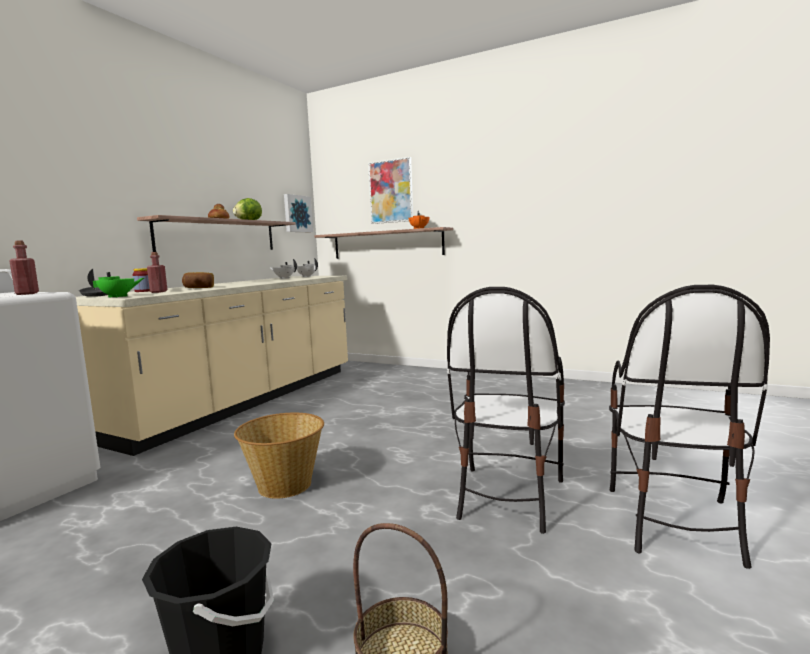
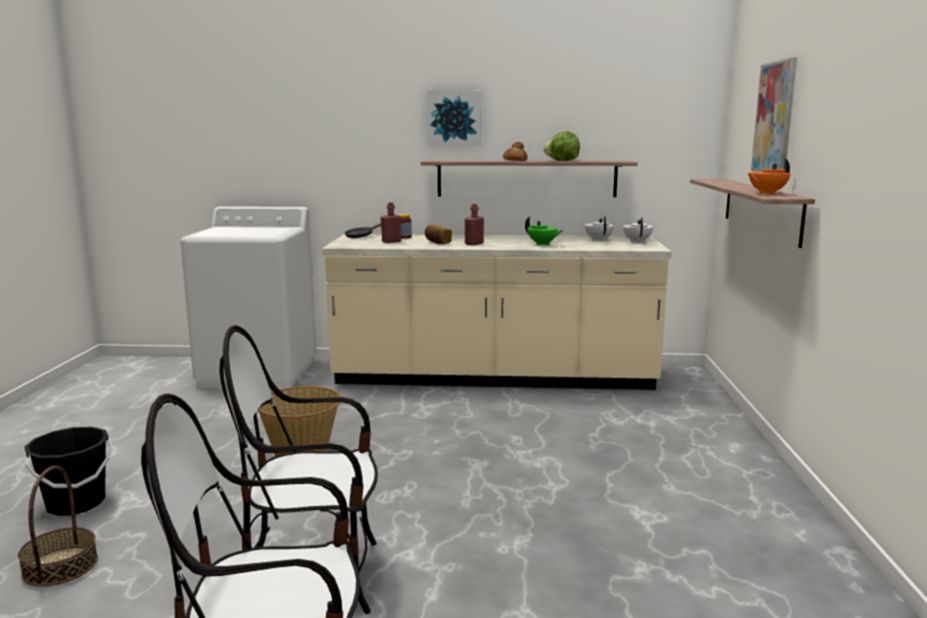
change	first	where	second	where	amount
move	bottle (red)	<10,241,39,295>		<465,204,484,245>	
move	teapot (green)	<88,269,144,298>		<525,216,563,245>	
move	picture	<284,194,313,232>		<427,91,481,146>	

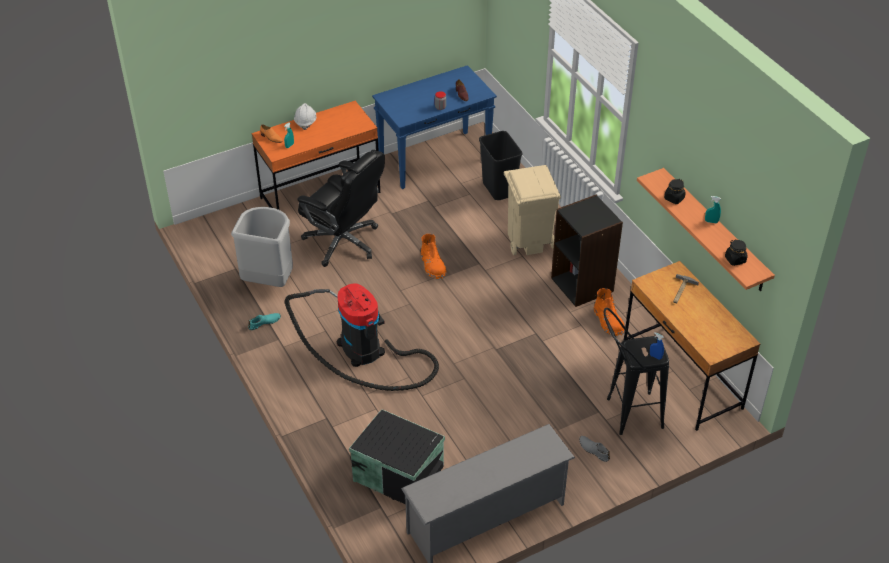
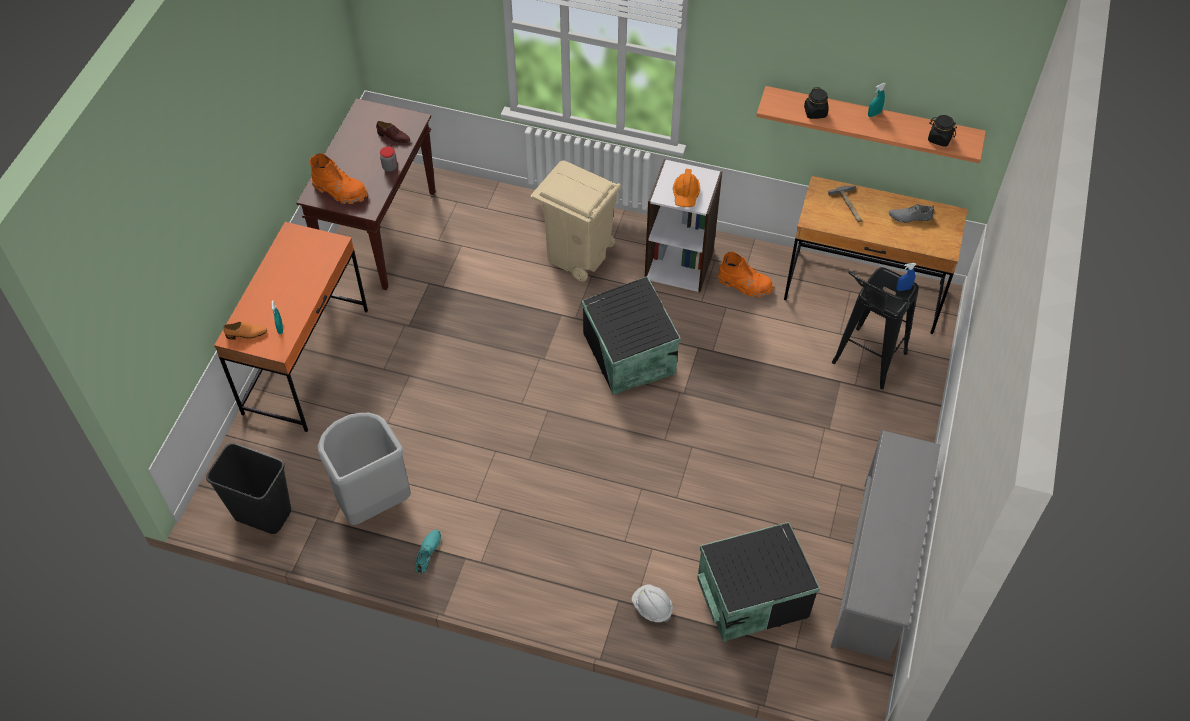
change	first	where	second	where	amount
delete	vacuum cleaner	<285,283,439,391>			
delete	office chair (black)	<297,150,385,267>			
insert			storage box (black)	<582,276,681,395>	
insert			hard hat (orange)	<673,169,700,207>	
move	hard hat (white)	<294,103,316,130>		<632,584,673,623>	
move	boot (orange)	<421,234,446,280>		<310,153,368,204>	
move	trash can (black)	<479,131,522,200>		<206,443,291,534>	
move	shoe (grey)	<579,436,610,462>		<889,204,934,223>	
recolor	console table (blue)	<372,65,497,189>	console table (brown)	<296,98,436,290>	
recolor	bookcase (black)	<551,195,623,307>	bookcase (white)	<645,159,722,292>	

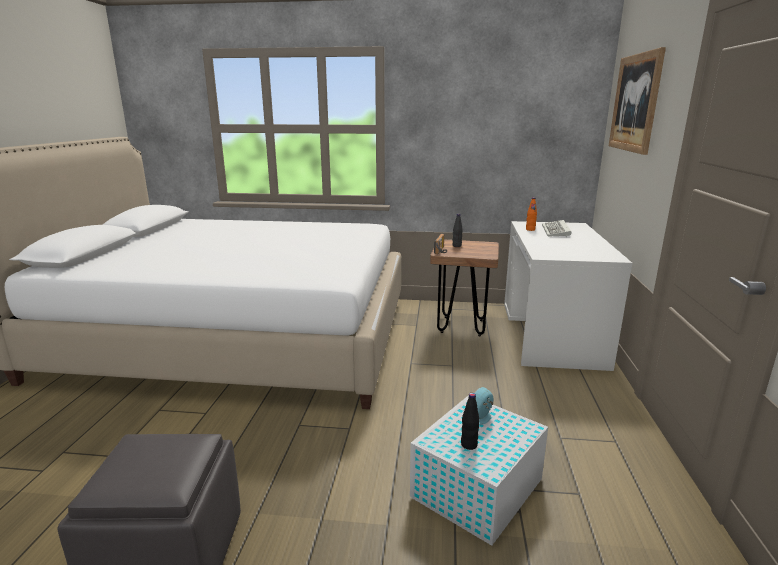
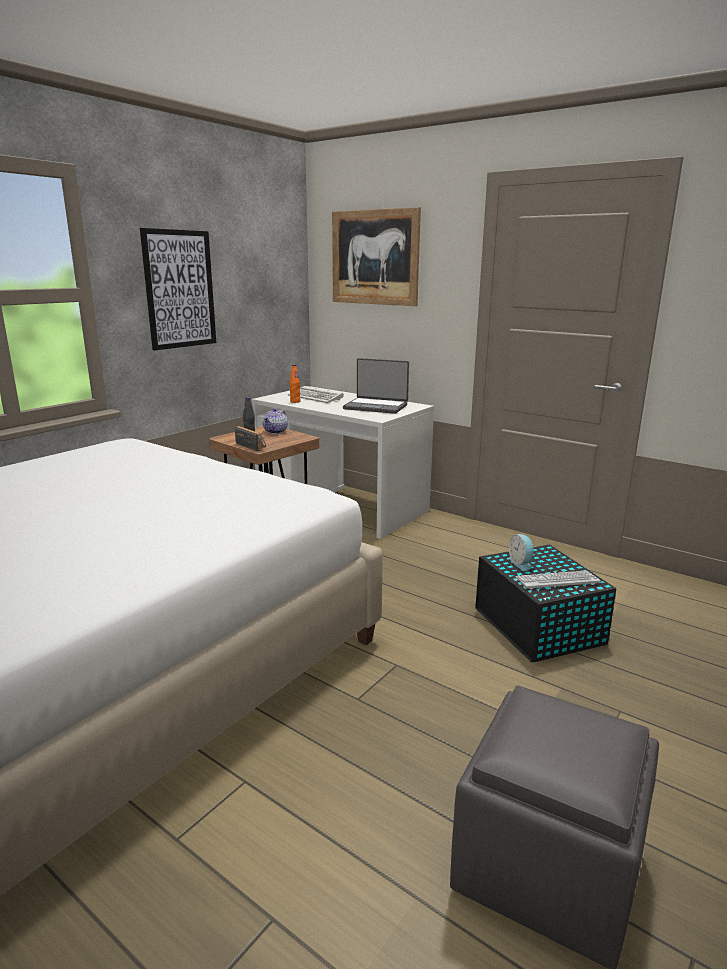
change	first	where	second	where	amount
insert			picture	<140,228,216,351>	
insert			teapot	<263,408,288,434>	
insert			laptop	<343,358,409,414>	
replace	bottle (black)	<461,393,480,450>	keyboard	<515,571,601,589>	
recolor	storage box (white)	<410,395,548,545>	storage box (black)	<475,545,616,662>	

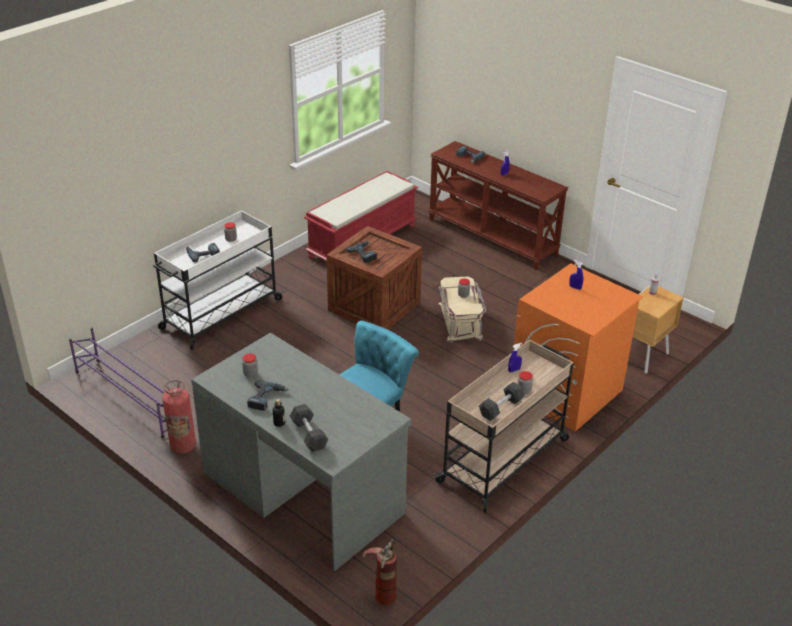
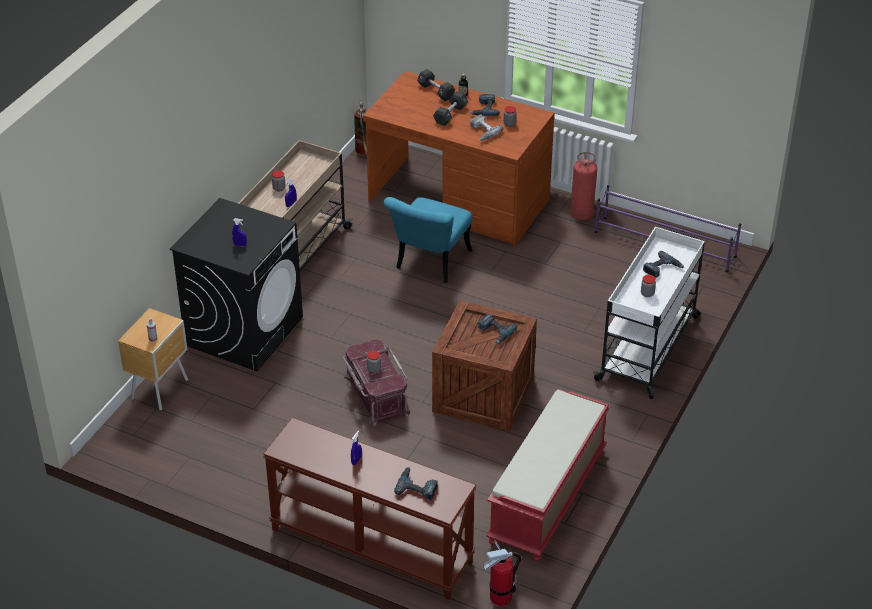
change	first	where	second	where	amount
insert			power drill	<470,114,504,141>	
insert			fire extinguisher	<483,540,522,606>	
move	dumbbell (black)	<479,382,525,421>		<433,91,468,126>	
recolor	desk (grey)	<191,333,411,571>	desk (brown)	<363,71,555,247>	
recolor	storage box (beige)	<438,277,486,343>	storage box (red)	<343,339,410,426>	
recolor	washing machine (orange)	<513,264,643,432>	washing machine (black)	<170,198,303,371>	

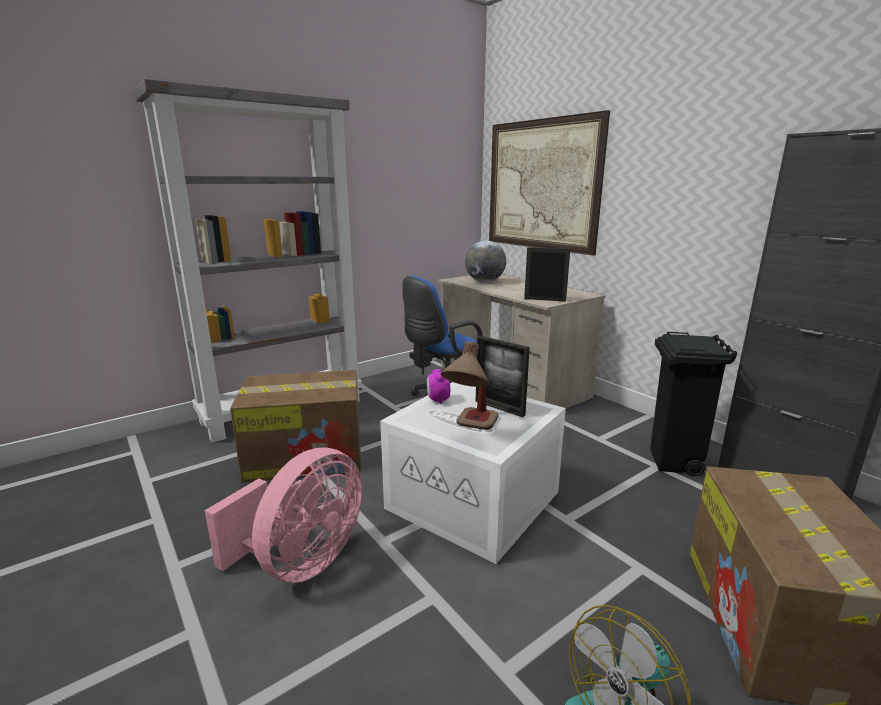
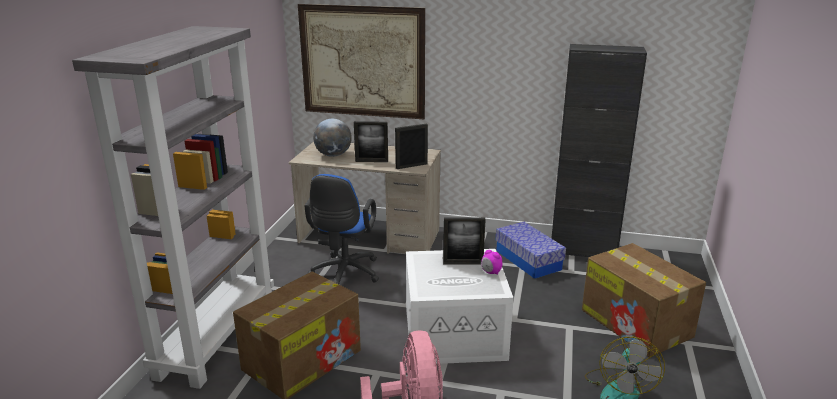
change	first	where	second	where	amount
delete	table lamp	<441,341,499,430>			
insert			picture frame	<354,121,388,162>	
move	alarm clock	<427,369,450,404>		<481,250,503,275>	
replace	trash can (black)	<650,332,737,476>	storage box	<496,222,566,279>	

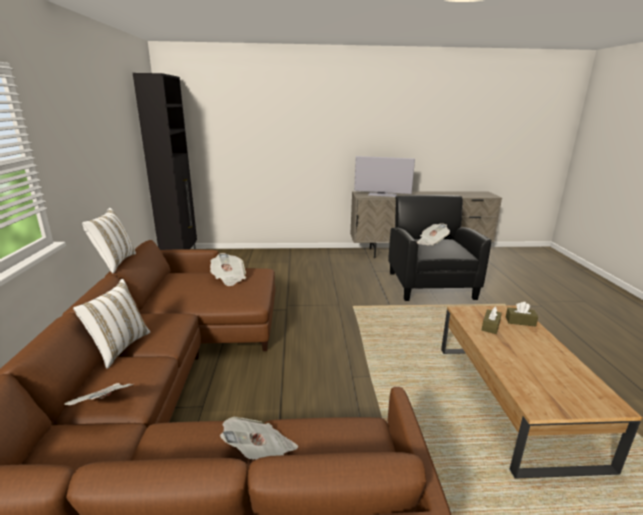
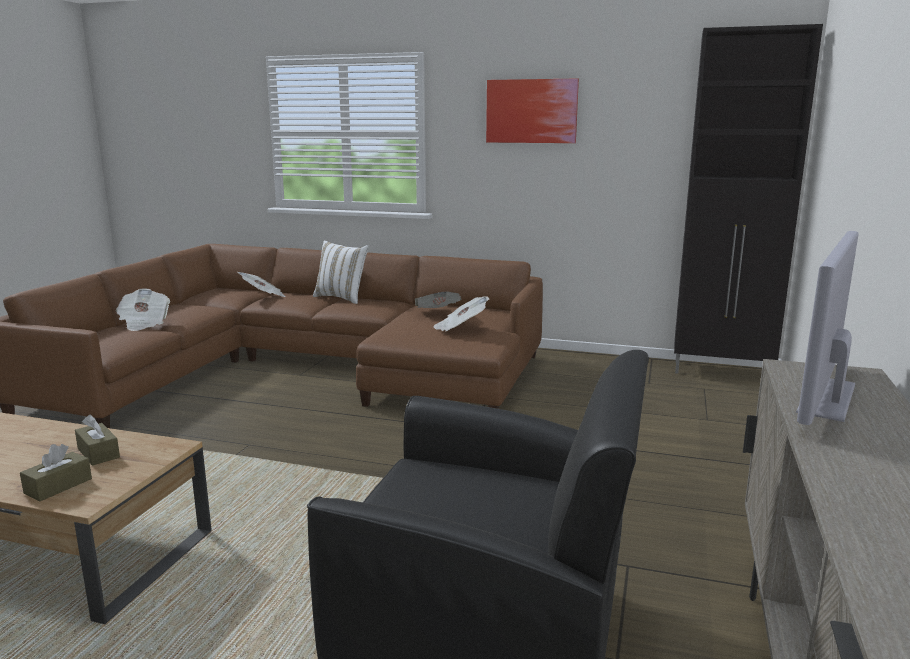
change	first	where	second	where	amount
delete	pillow (white)	<82,208,136,273>			
insert			picture	<486,78,579,143>	
move	newspaper	<417,223,450,246>		<415,291,462,308>	

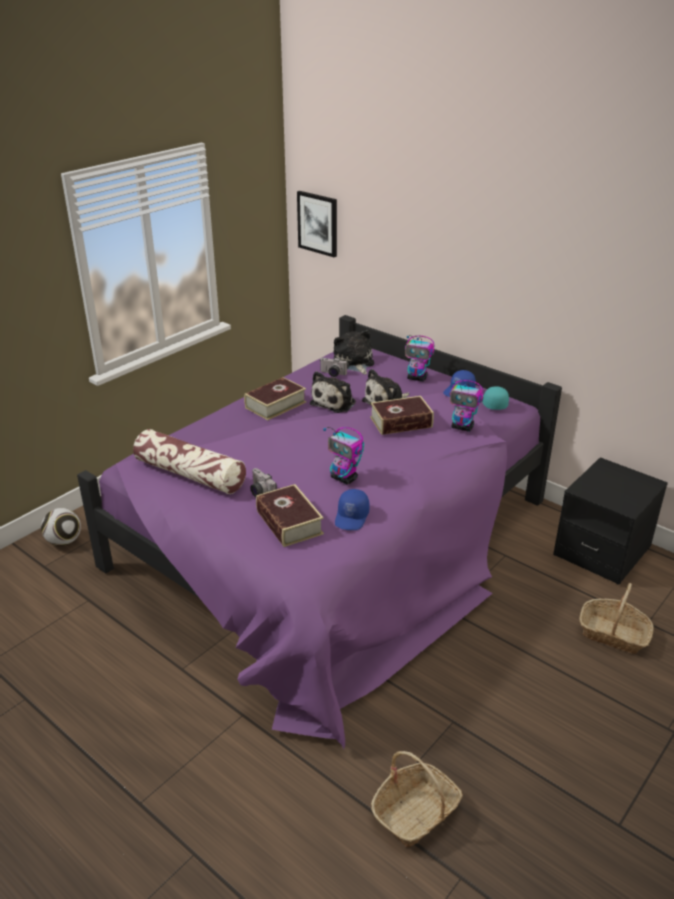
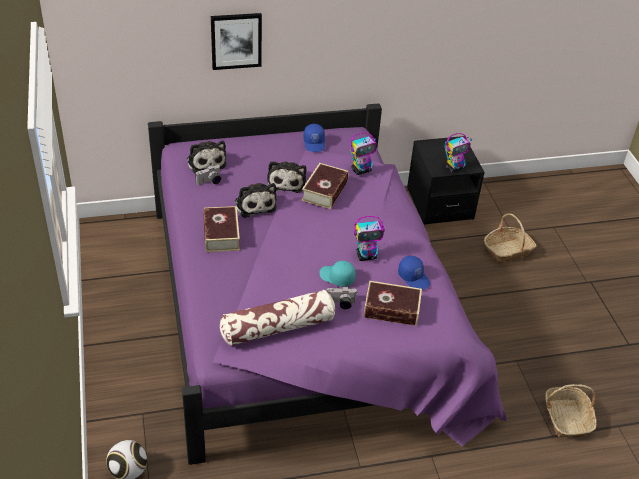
change	first	where	second	where	amount
move	picture	<297,191,337,257>		<211,13,262,70>	
move	toy robot	<405,335,435,382>		<445,133,472,173>	
move	cap (turquoise)	<482,386,509,410>		<320,261,356,287>	
rotate	plush toy	<334,330,374,374>		<187,141,227,174>	135 degrees counterclockwise

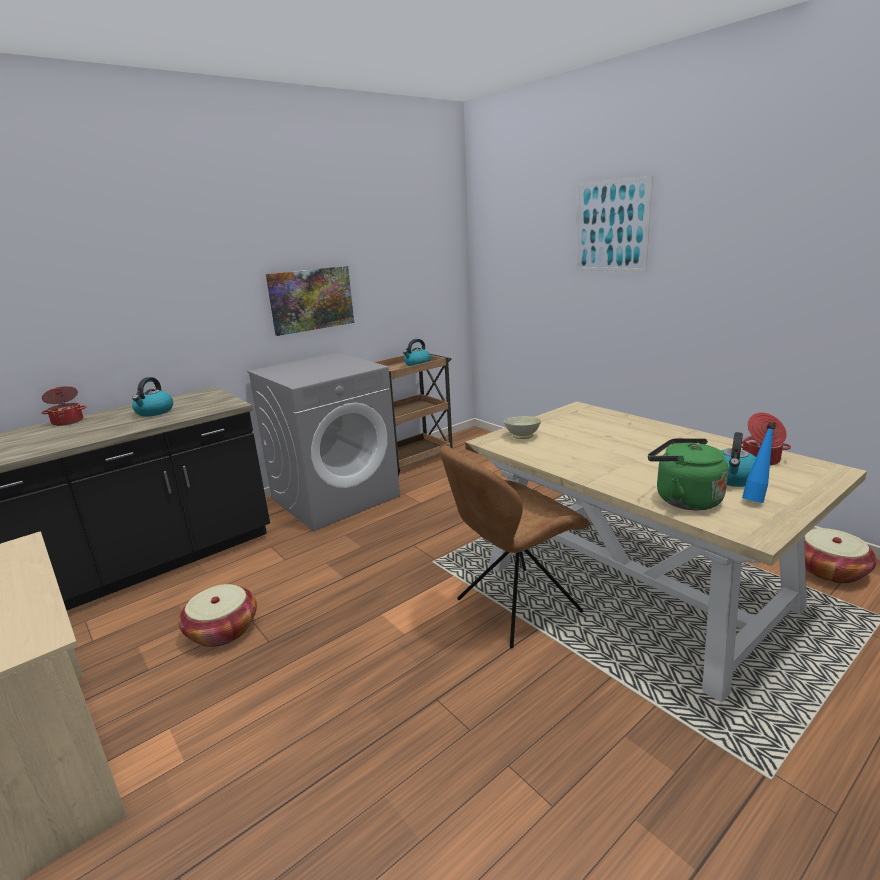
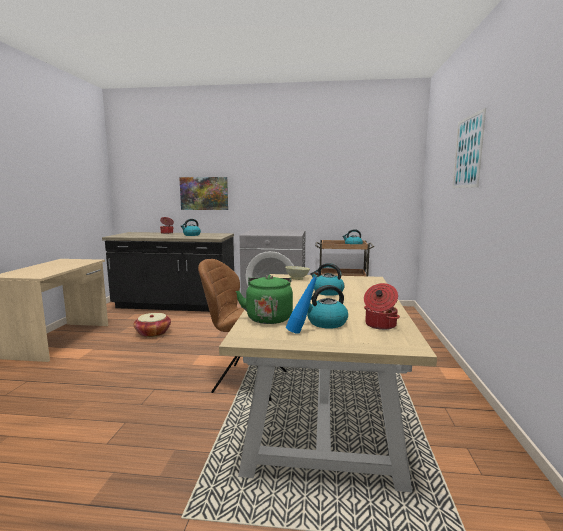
change	first	where	second	where	amount
delete	basket	<804,528,877,583>			
insert			kettle	<310,263,345,296>	
move	picture	<266,266,354,336>		<179,177,228,210>	

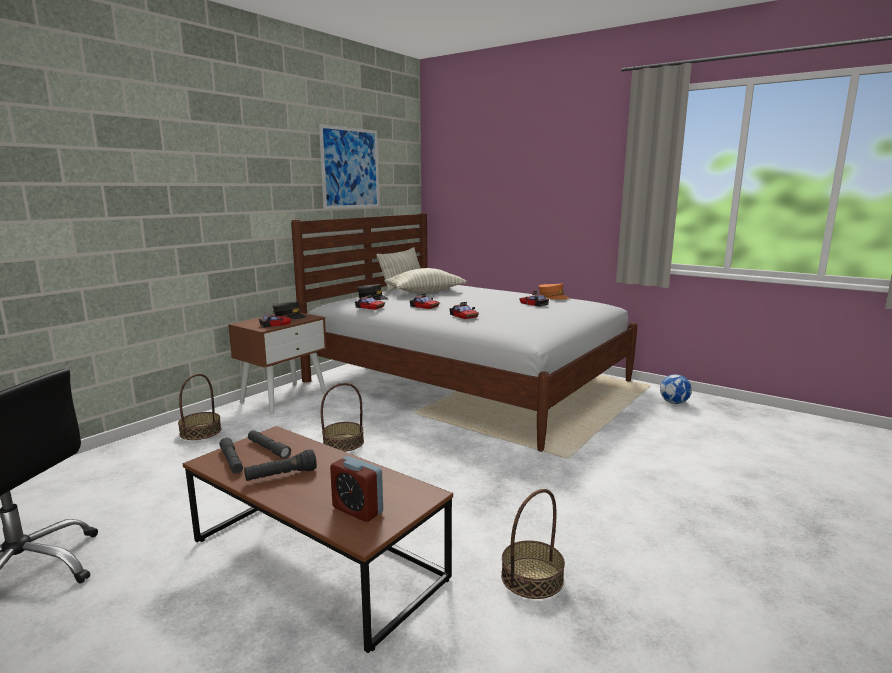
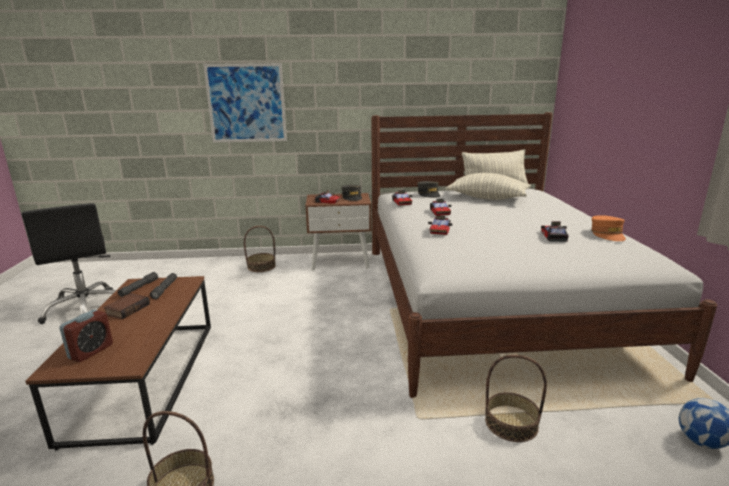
change	first	where	second	where	amount
move	picture	<319,124,379,209>		<203,63,287,143>	
move	basket	<321,383,364,452>		<485,355,547,442>	
replace	flashlight (black)	<244,449,317,481>	book	<103,293,150,319>	
rotate	alarm clock	<330,456,383,522>		<59,310,113,362>	150 degrees counterclockwise

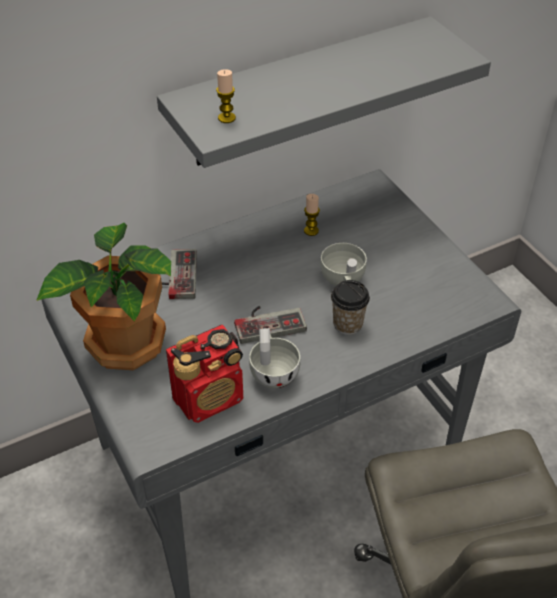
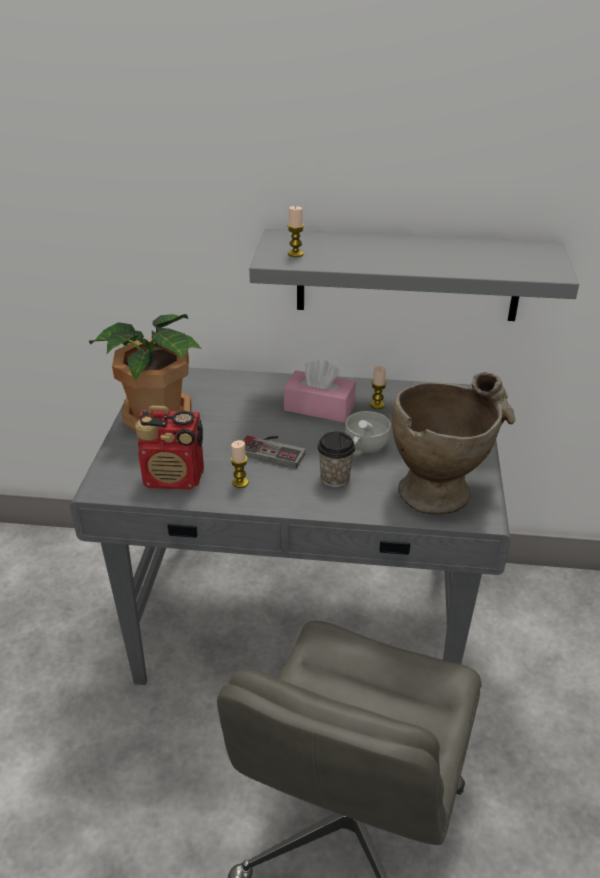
change	first	where	second	where	amount
delete	game controller	<162,249,197,299>			
insert			tissue box (pink)	<284,359,356,423>	
insert			vase (beige)	<392,372,515,514>	
replace	cup (white)	<249,328,300,389>	candle	<230,440,249,488>	

